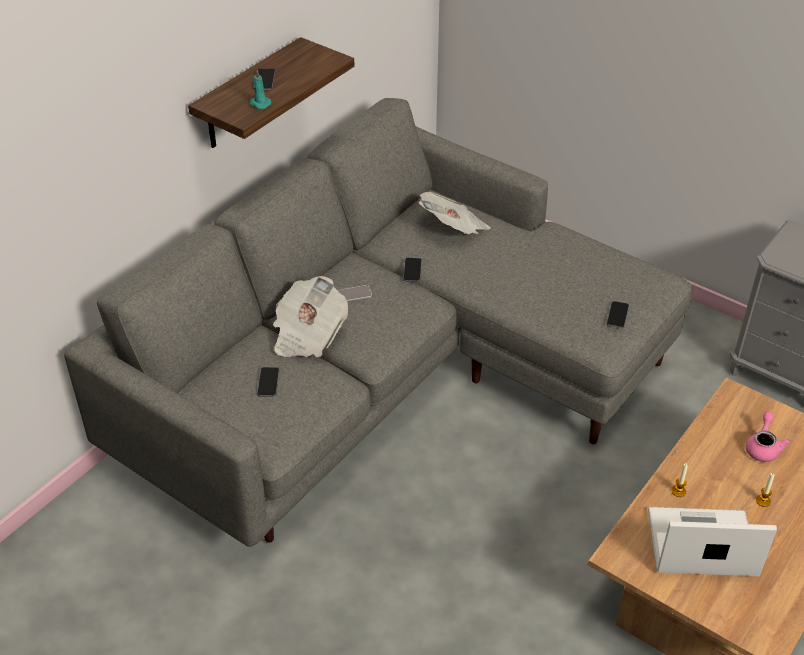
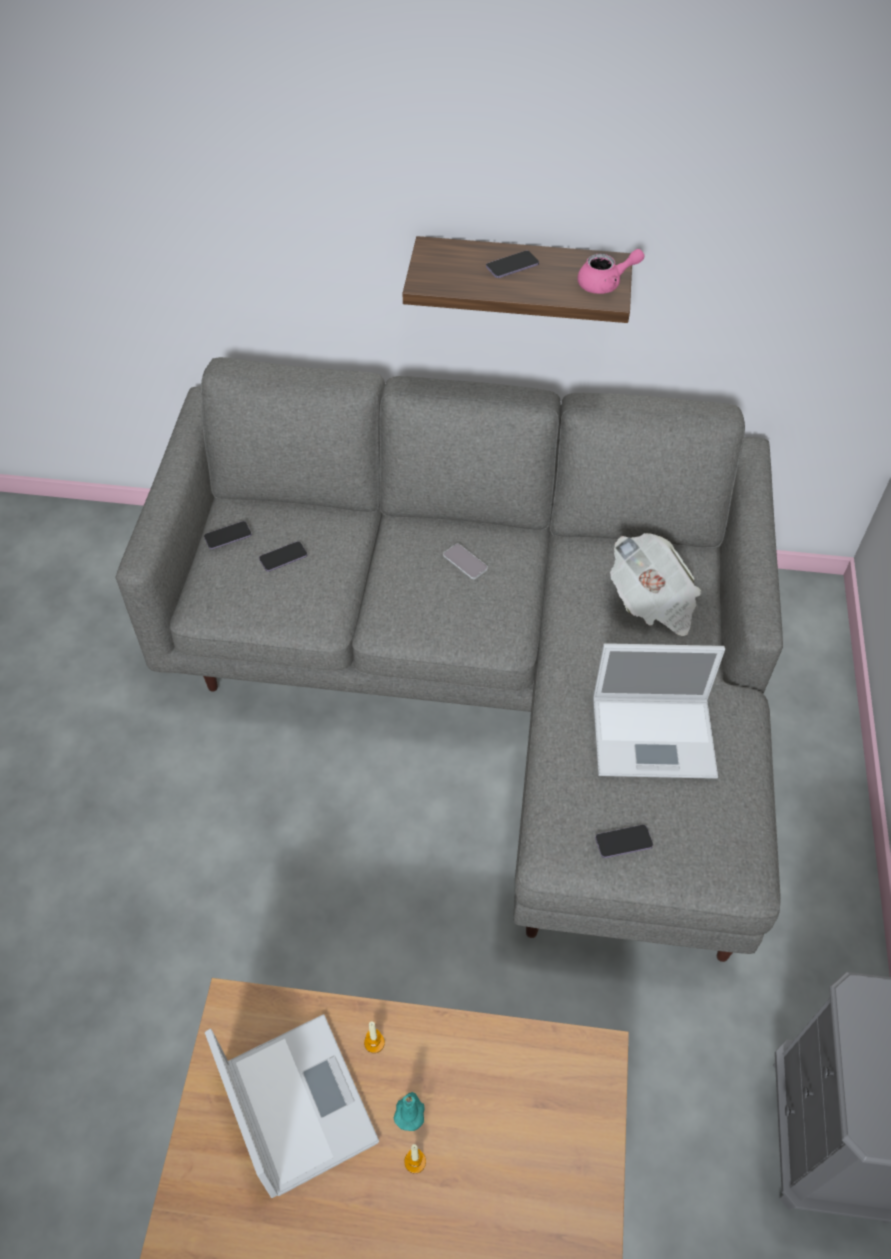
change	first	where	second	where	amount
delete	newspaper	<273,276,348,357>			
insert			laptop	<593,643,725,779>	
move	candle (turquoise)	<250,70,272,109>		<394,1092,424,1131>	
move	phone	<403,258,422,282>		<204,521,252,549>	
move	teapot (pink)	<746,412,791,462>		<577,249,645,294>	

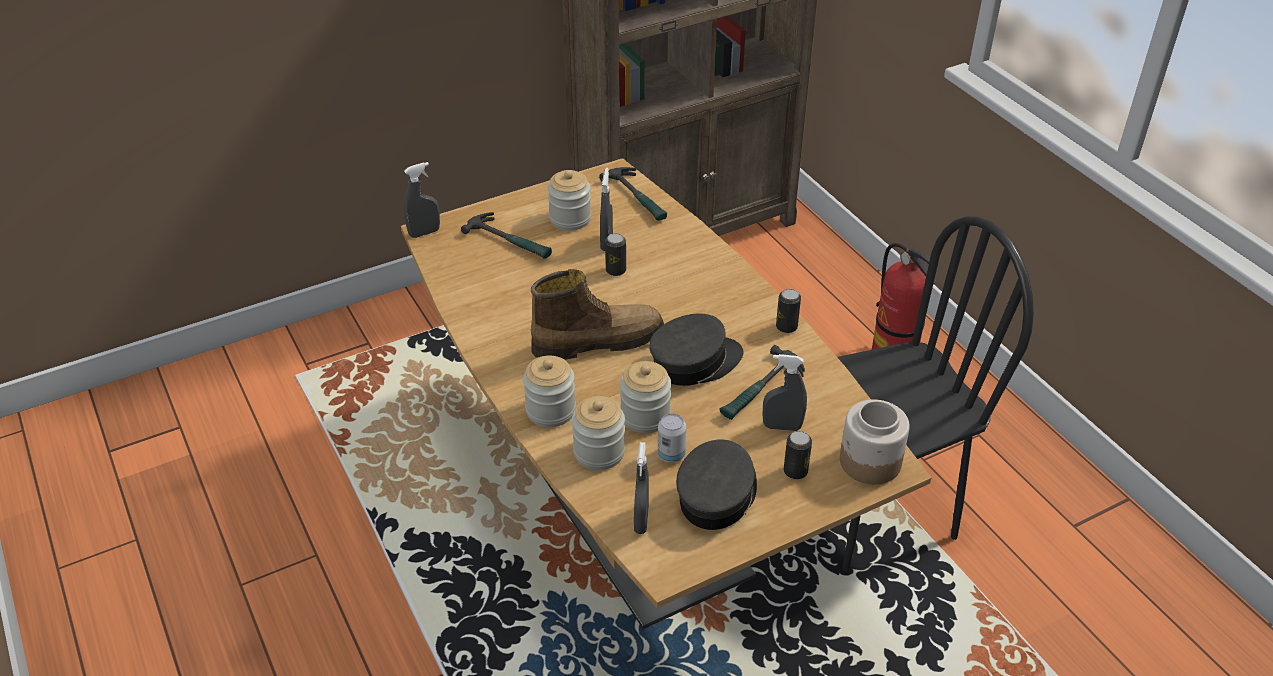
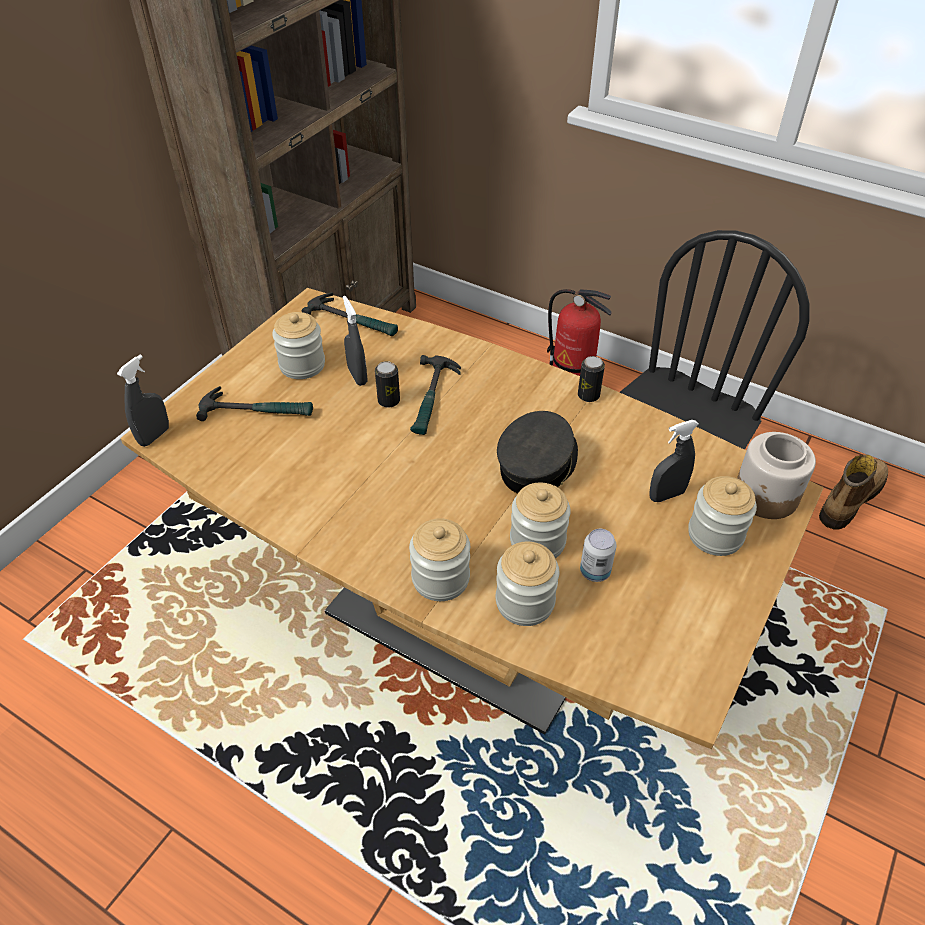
change	first	where	second	where	amount
delete	spray bottle (grey)	<634,442,649,534>			
delete	cap (grey)	<676,439,757,530>			
move	boot	<531,269,664,360>		<819,455,888,529>	
move	hammer	<719,345,805,420>		<410,355,461,435>	
replace	can	<784,431,812,479>	jar	<688,476,757,556>	

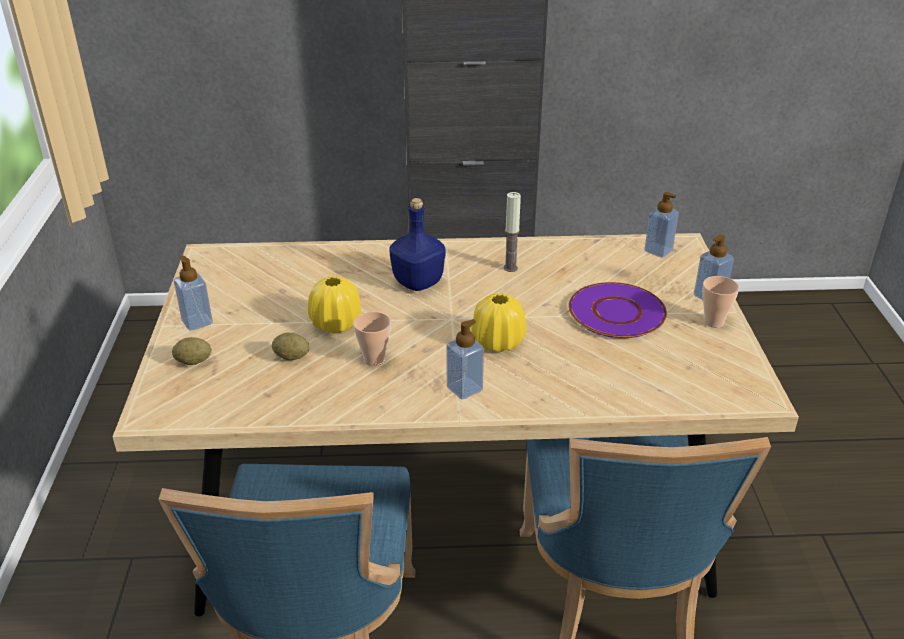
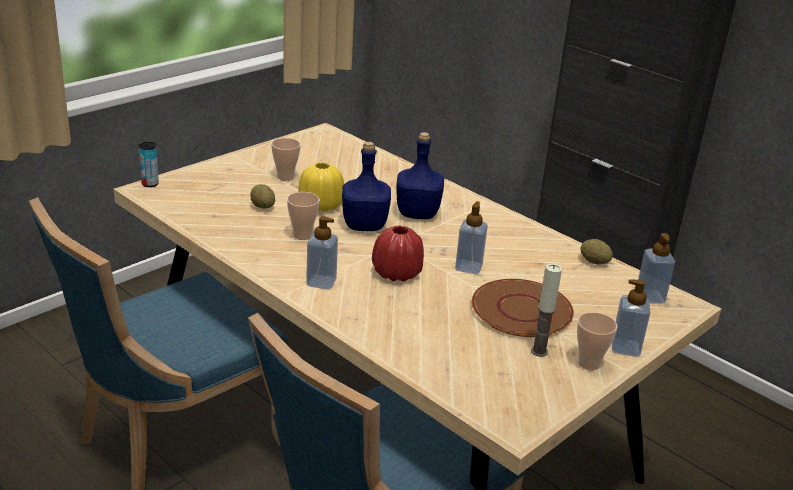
change	first	where	second	where	amount
insert			can	<139,142,159,187>	
insert			cup	<271,138,301,181>	
insert			bottle (blue)	<342,142,391,231>	
move	potato	<172,337,211,365>		<580,239,613,265>	
move	soap dispenser	<174,255,213,331>		<455,201,488,274>	
move	candle	<504,192,521,272>		<531,264,562,357>	
recolor	vase (yellow)	<472,293,526,353>	vase (red)	<372,226,424,282>	
recolor	plate (purple)	<568,282,667,338>	plate (brown)	<472,279,574,337>	

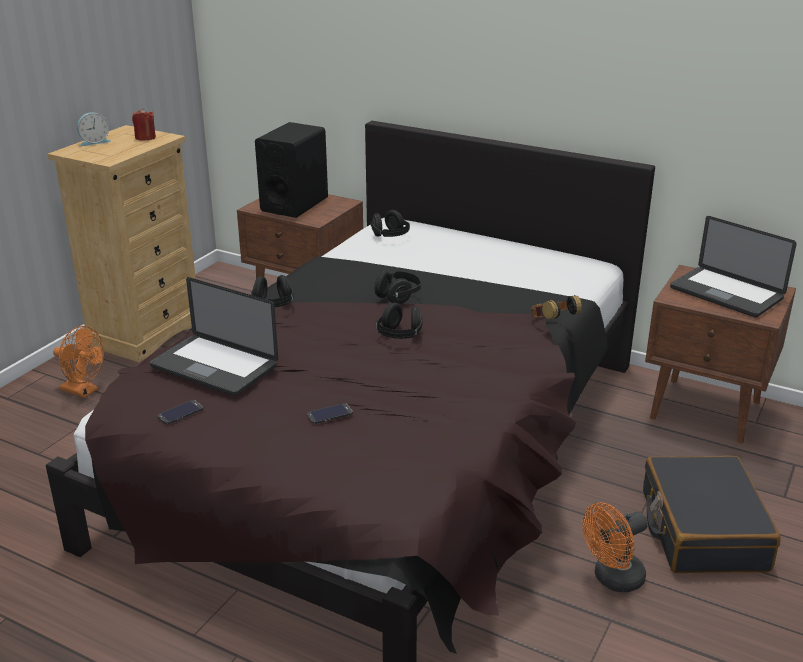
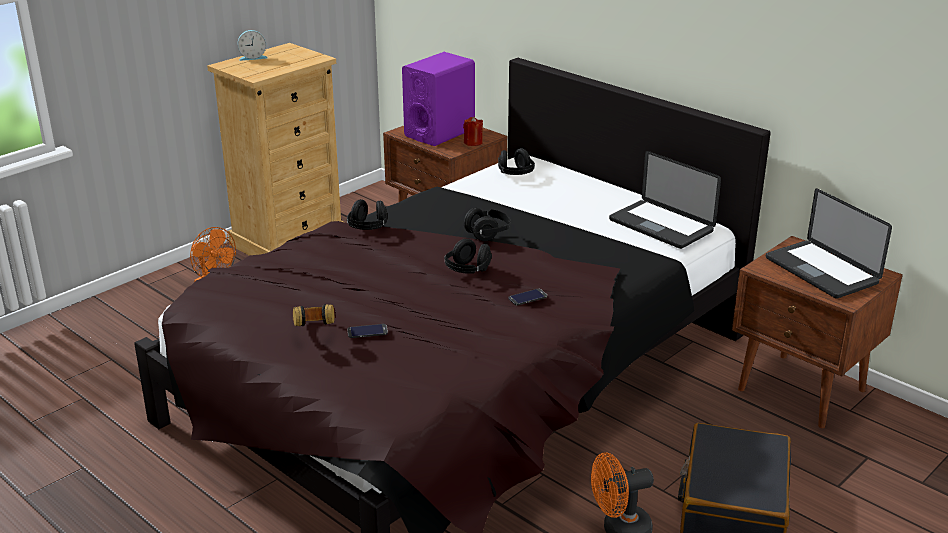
change	first	where	second	where	amount
move	candle (red)	<132,108,156,141>		<463,117,483,146>	
move	laptop	<150,277,278,396>		<609,151,721,249>	
move	phone	<158,400,203,424>		<508,289,547,305>	
move	headphones	<531,295,582,320>		<292,304,336,327>	
recolor	speaker (black)	<255,122,328,218>	speaker (purple)	<402,52,475,146>	

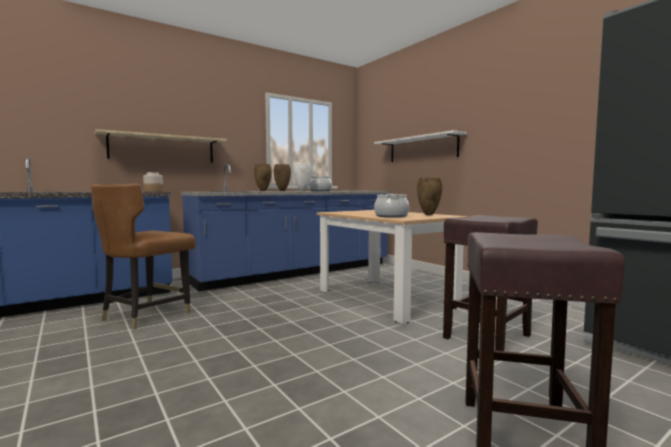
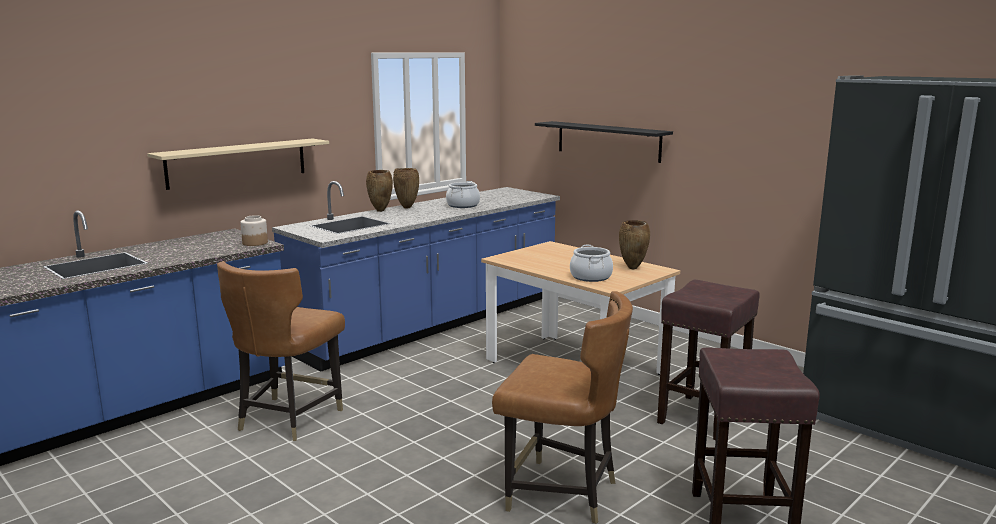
change	first	where	second	where	amount
delete	vase (white)	<293,162,312,191>			
insert			chair (brown)	<492,291,633,524>	
recolor	shelf (white)	<374,130,467,162>	shelf (black)	<535,121,673,163>	

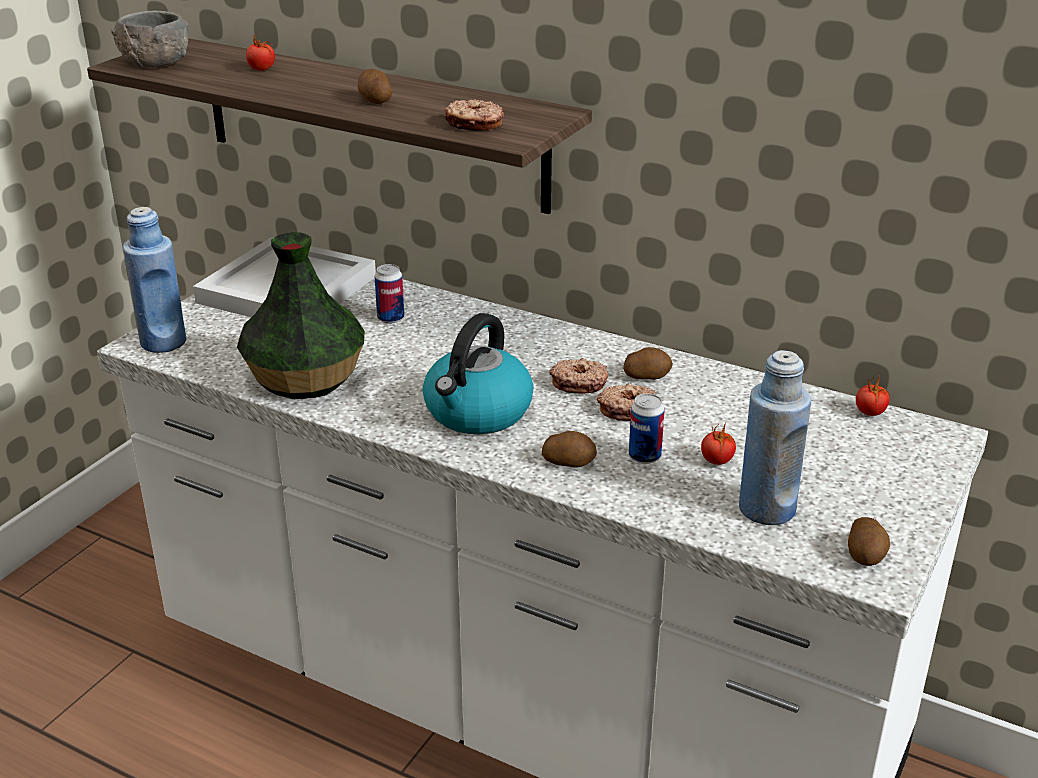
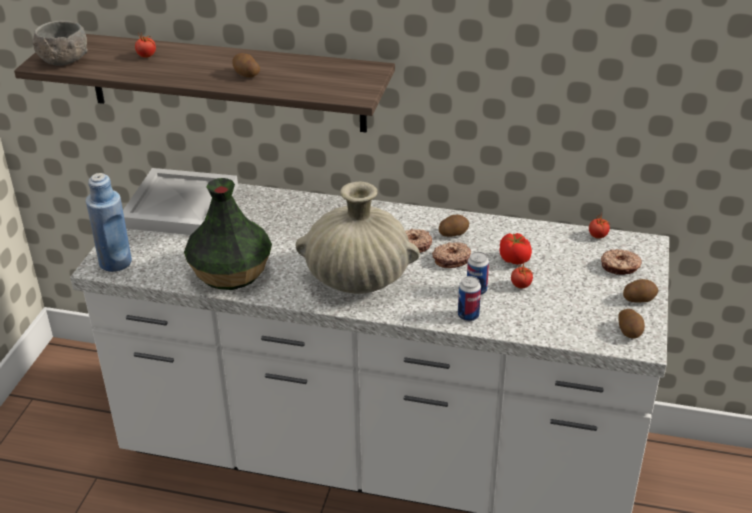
change	first	where	second	where	amount
delete	bottle (blue)	<739,350,811,525>			
insert			tomato	<499,233,532,265>	
move	can	<375,264,404,324>		<458,276,481,321>	
move	donut	<444,99,503,131>		<601,249,642,275>	
move	potato	<542,431,597,468>		<623,279,659,303>	
replace	kettle	<423,313,533,434>	vase (beige)	<296,182,420,294>	

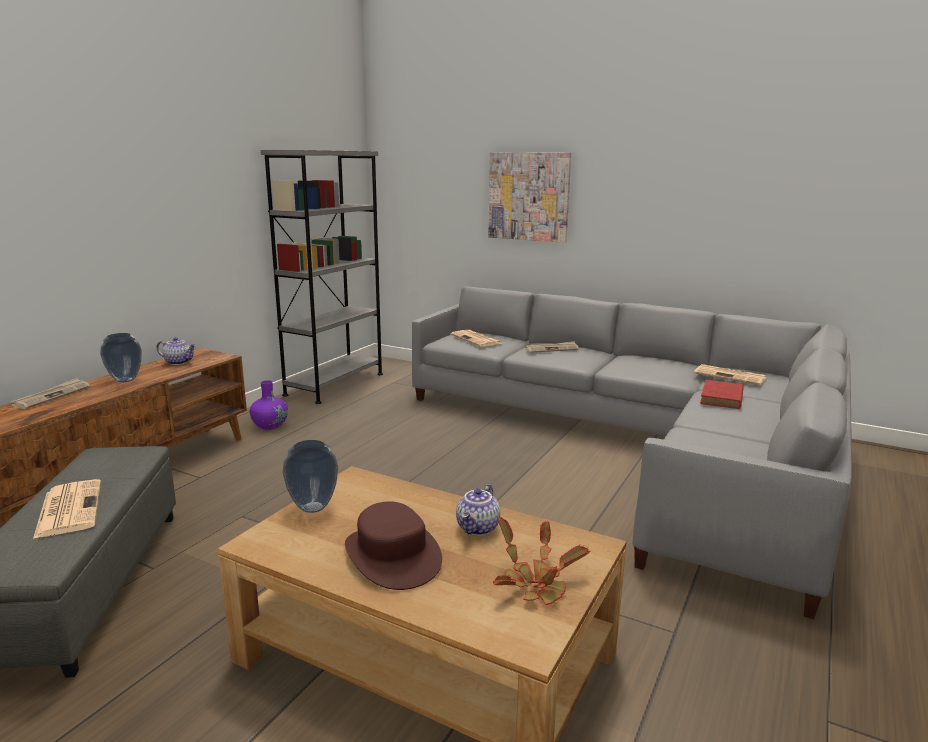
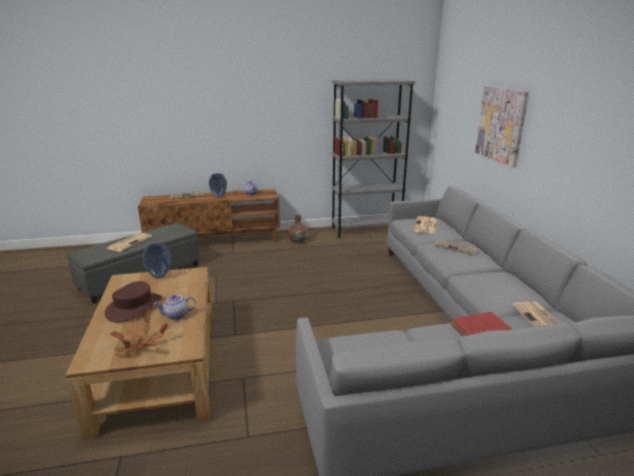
change	first	where	second	where	amount
recolor	vase (purple)	<250,380,288,430>	vase (brown)	<288,215,309,243>	

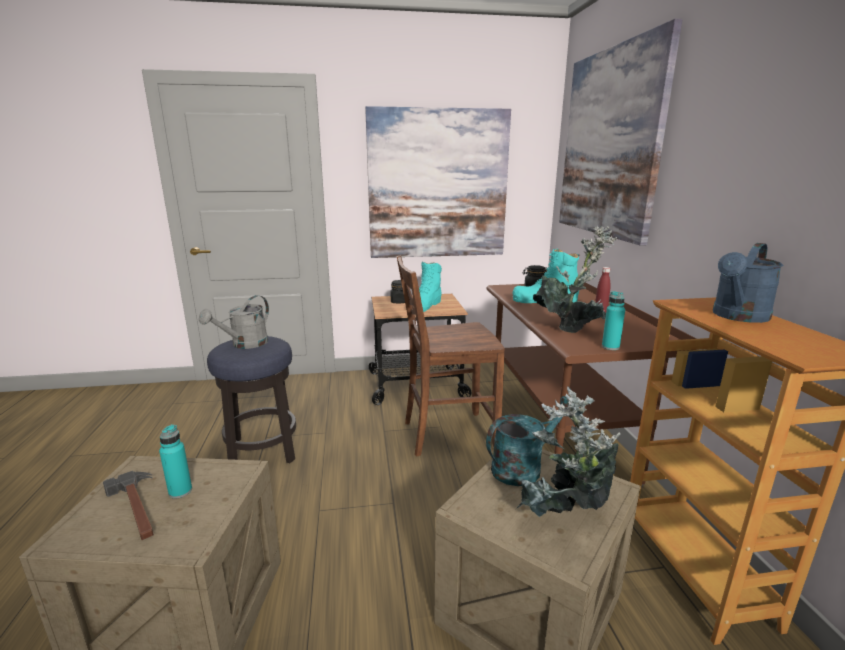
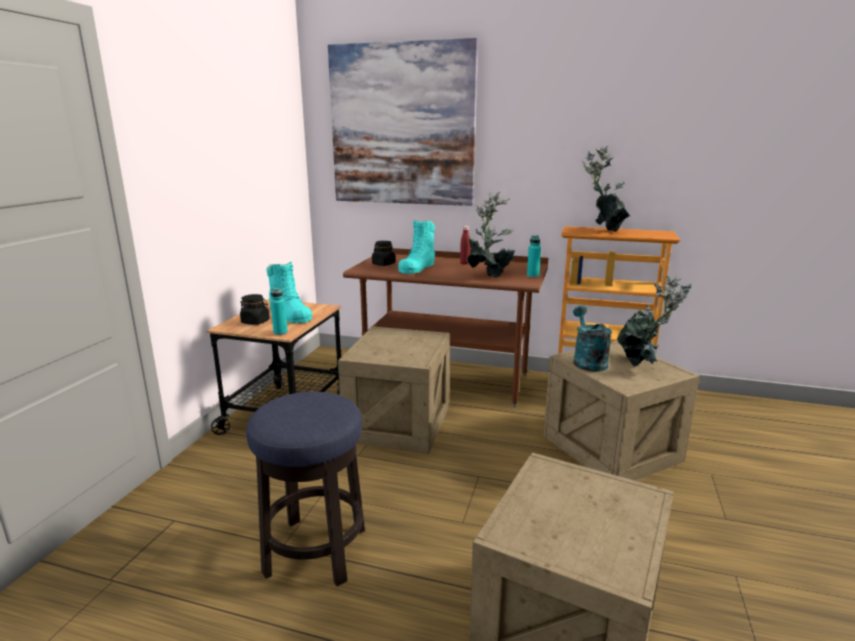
change	first	where	second	where	amount
delete	hammer	<103,471,154,540>			
delete	watering can (grey)	<199,295,269,349>			
delete	picture	<365,106,511,258>			
move	bottle (turquoise)	<159,424,192,499>		<270,287,288,335>	
replace	chair (brown)	<397,255,505,457>	crate	<338,326,450,454>	
replace	watering can (blue)	<713,243,783,323>	potted plant	<582,146,630,232>	

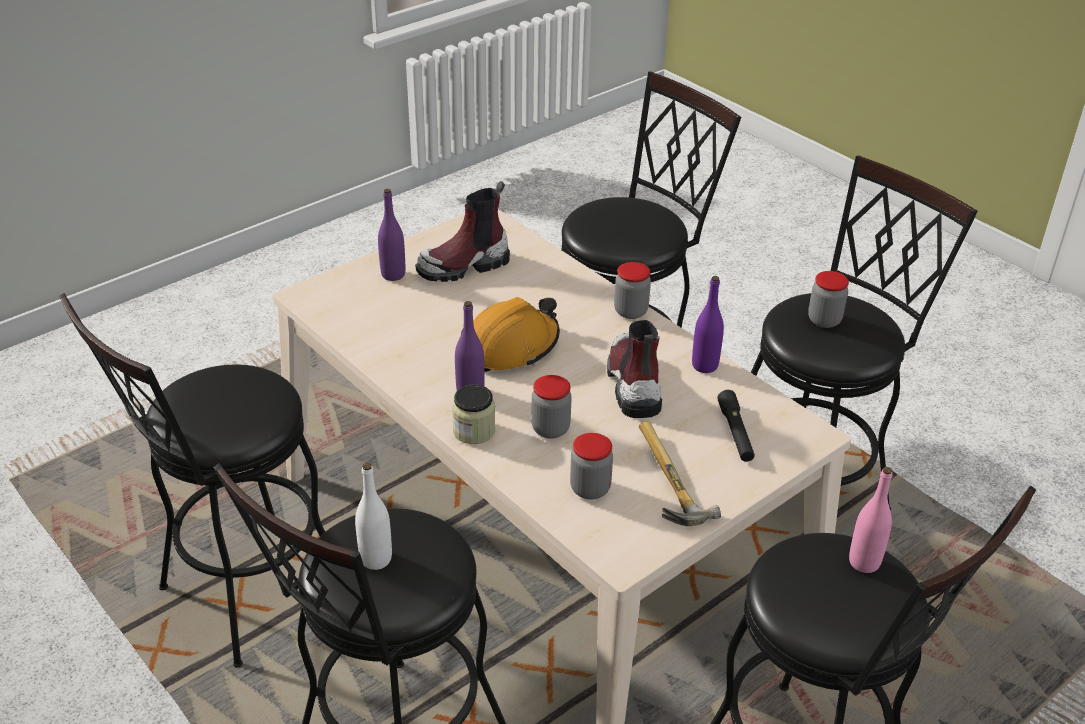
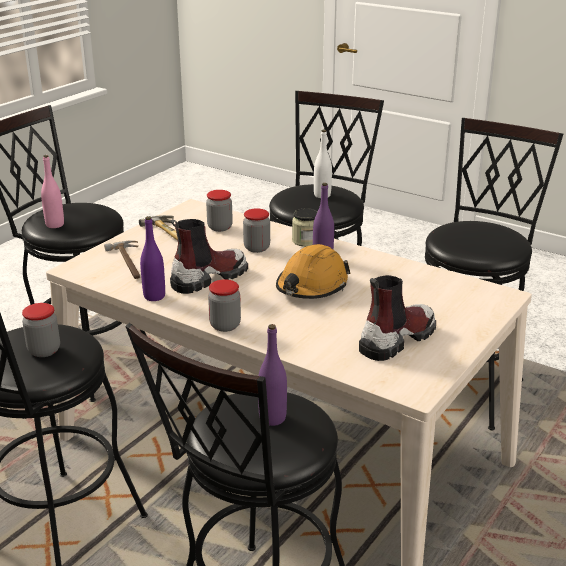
change	first	where	second	where	amount
move	bottle (purple)	<378,189,405,281>		<258,324,287,426>	
replace	flashlight (black)	<717,390,755,462>	hammer	<104,240,140,279>	
rotate	boot	<607,320,662,418>		<170,219,248,294>	105 degrees counterclockwise

